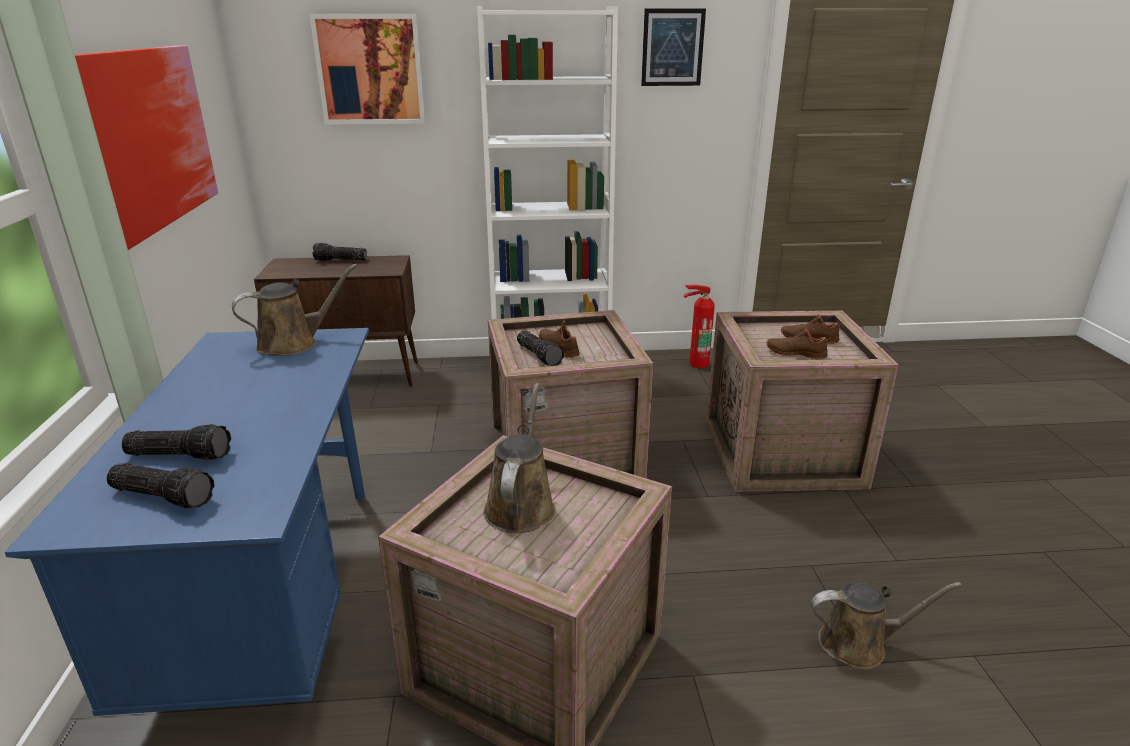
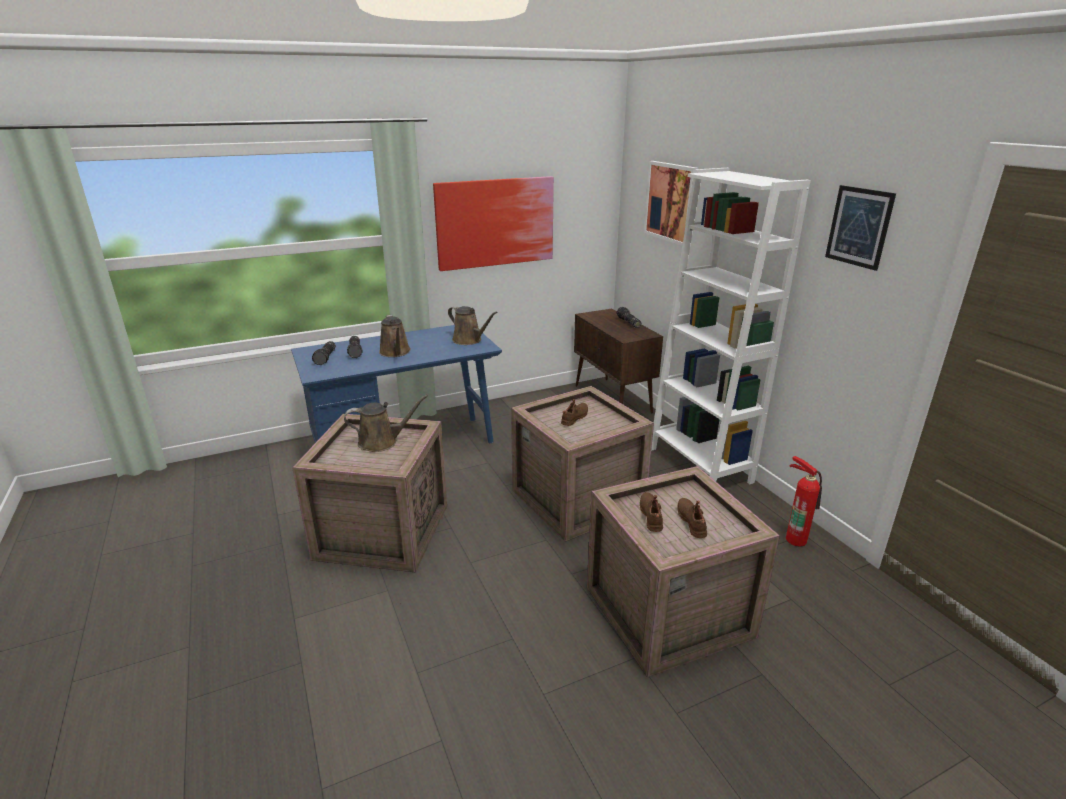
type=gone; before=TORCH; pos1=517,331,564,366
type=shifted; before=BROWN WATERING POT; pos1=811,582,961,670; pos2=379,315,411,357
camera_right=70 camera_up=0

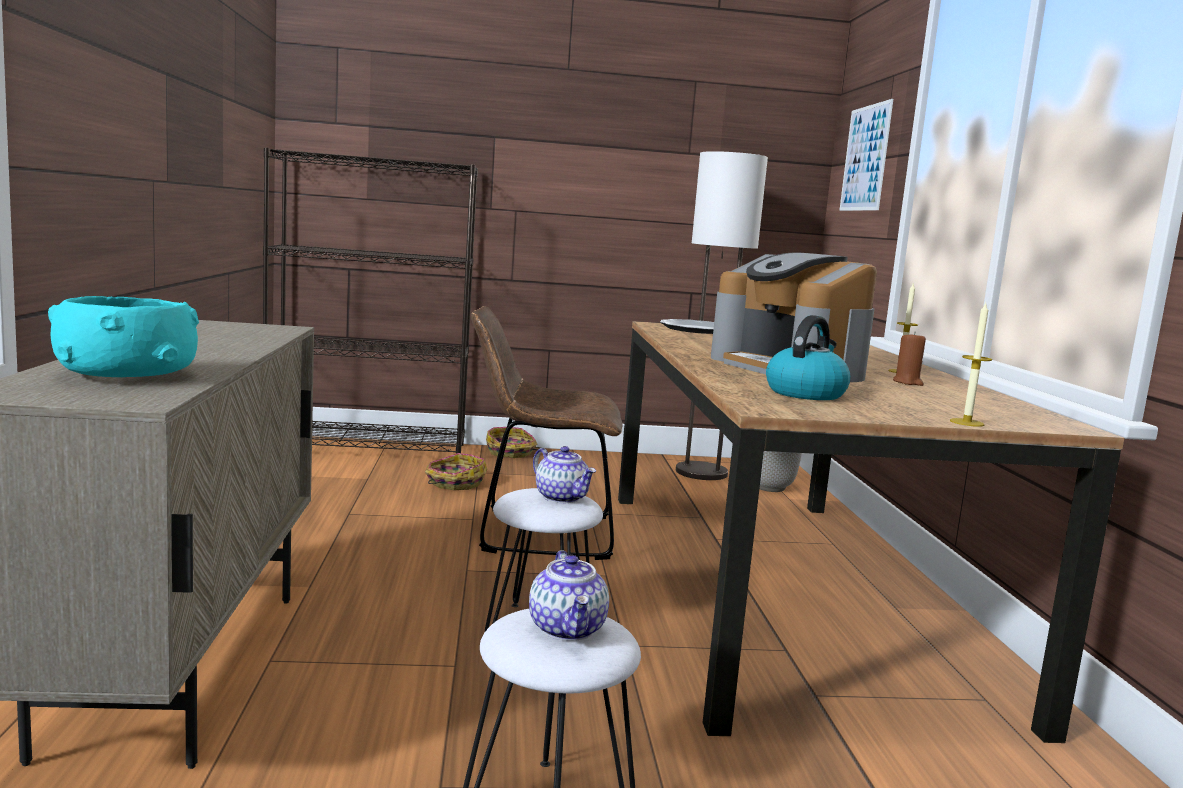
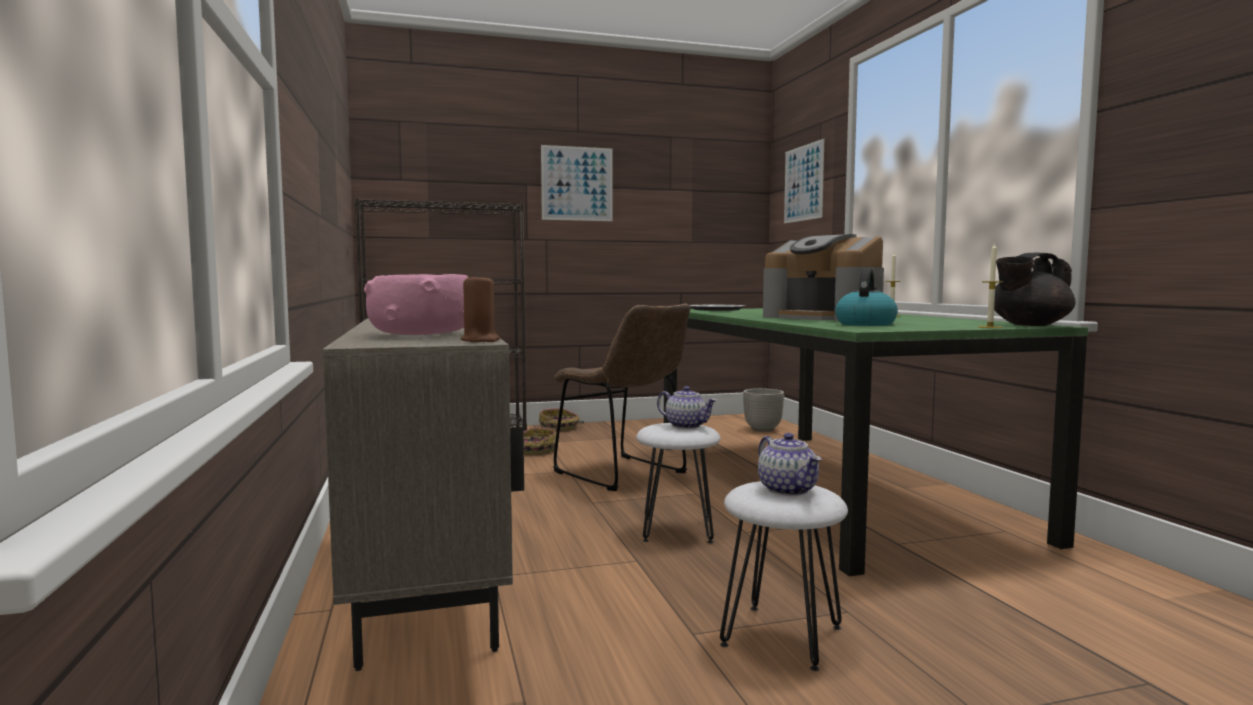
type=gone; before=STANDARD LAMP; pos1=676,151,768,480
type=repainted; before=TURQUOISE DEEP DISH; after=PINK-COLOURED DEEP DISH; pos1=48,296,199,377; pos2=364,274,469,335
type=rotated; before=BROWN PLAIN CHAIR; pos1=471,306,623,560; pos2=553,304,690,491; turn=-120
type=repainted; before=BROWN DINING TABLE; after=GREEN-COLOURED DINING TABLE; pos1=618,321,1124,743; pos2=664,308,1088,576
type=shifted; before=BROWN WAX CANDLE; pos1=893,331,926,386; pos2=461,274,500,342
type=new; after=WALL ART; pos2=541,145,613,221
type=new; after=BLACK-COLOURED TEA POT; pos2=994,253,1075,326
camera_right=-10 camera_up=-5

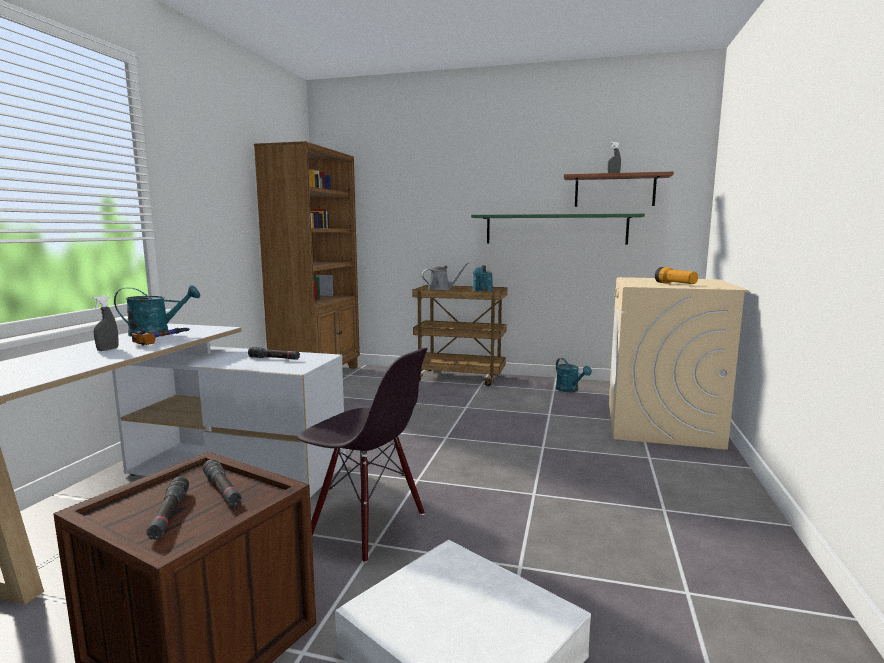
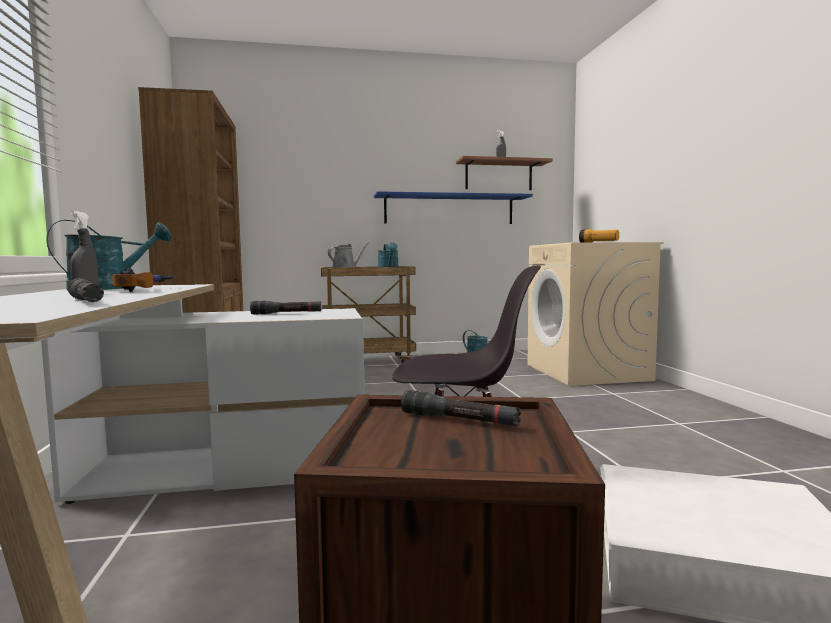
type=repainted; before=GREEN-COLOURED SHELF; after=BLUE-COLOURED SHELF; pos1=471,214,645,244; pos2=374,191,533,224
type=shifted; before=BLACK-COLOURED TORCH; pos1=147,477,189,540; pos2=68,278,104,302
camera_right=-25 camera_up=-5

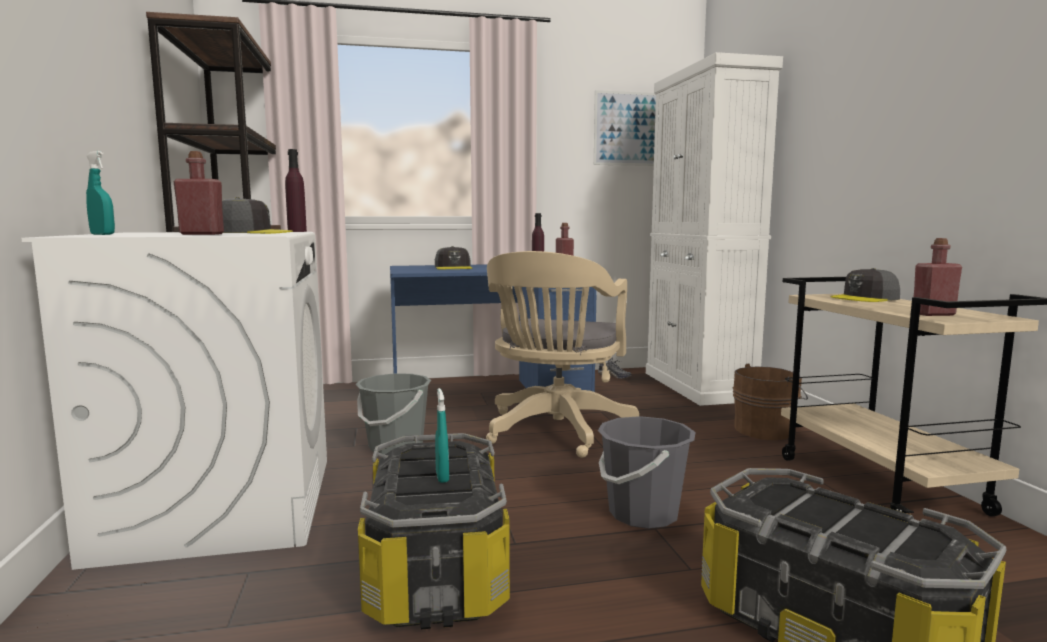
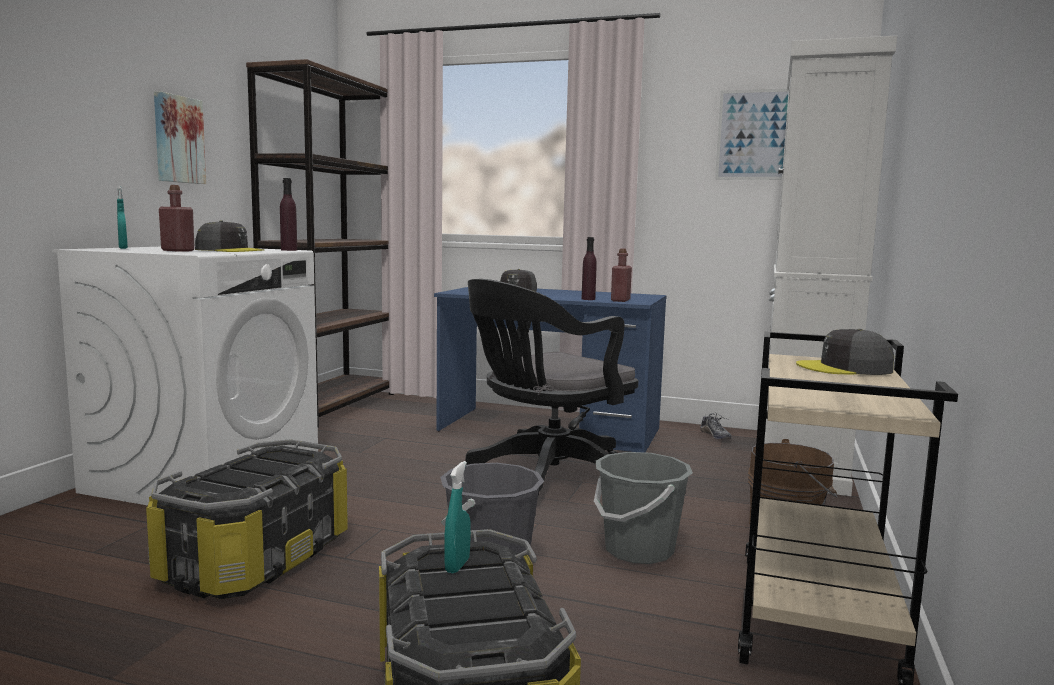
type=gone; before=RED BOTTLE; pos1=914,238,962,316
type=repainted; before=SAND-COLOURED DESK CHAIR; after=BLACK-COLOURED DESK CHAIR; pos1=486,251,639,458; pos2=465,279,638,495
type=shifted; before=GRAY WATER BUCKET; pos1=356,373,432,455; pos2=594,452,693,564
type=shifted; before=TURQUOISE HAND SPRAYER; pos1=435,388,449,483; pos2=444,461,471,573
type=new; after=WALL ART; pos2=154,91,206,184
camera_right=30 camera_up=0

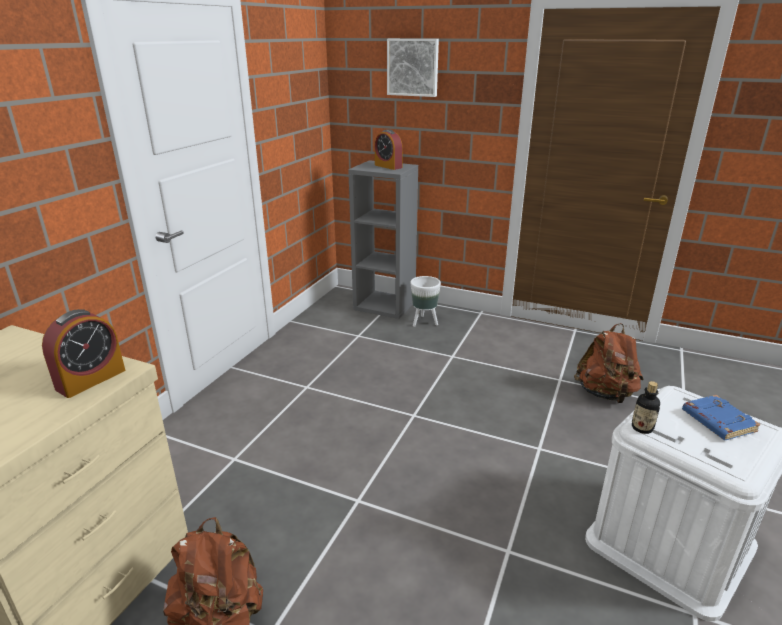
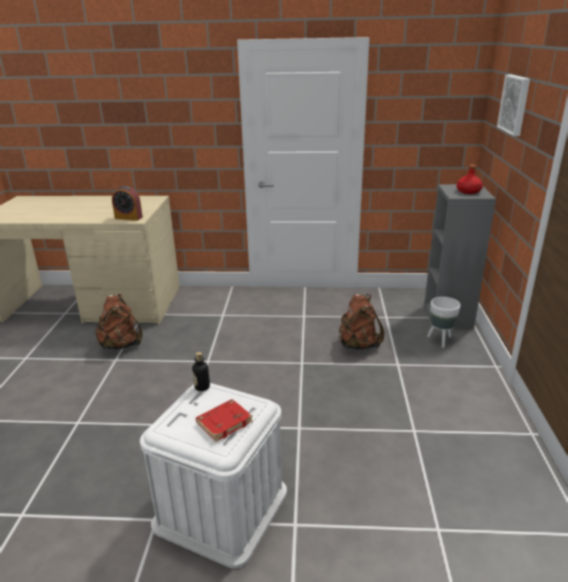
type=swapped; before=ALARM CLOCK; after=RED BOTTLE; pos1=375,129,403,170; pos2=457,164,483,194
type=shifted; before=BROWN BACKPACK; pos1=574,323,644,403; pos2=339,294,384,350
type=repainted; before=BLUE-COLOURED BOOK; after=RED BOOK; pos1=682,395,761,440; pos2=196,399,253,442
camera_right=70 camera_up=0

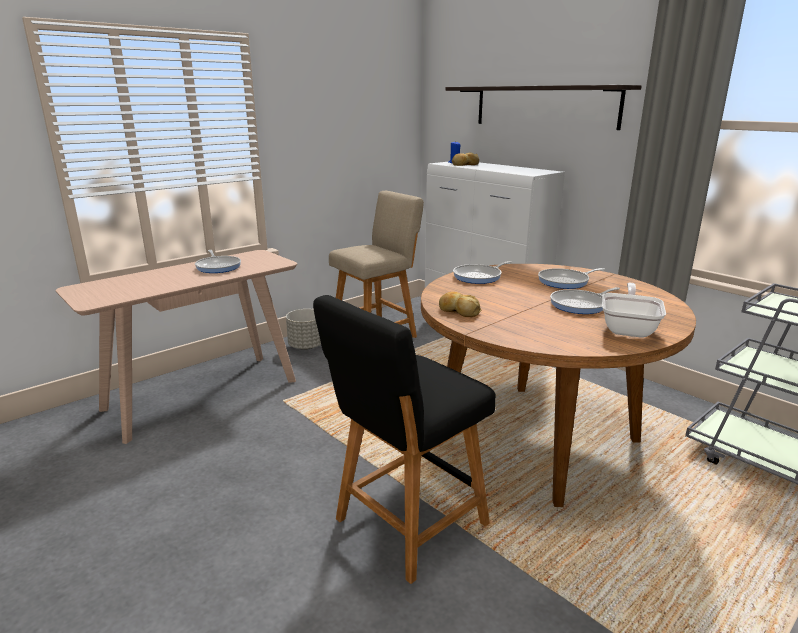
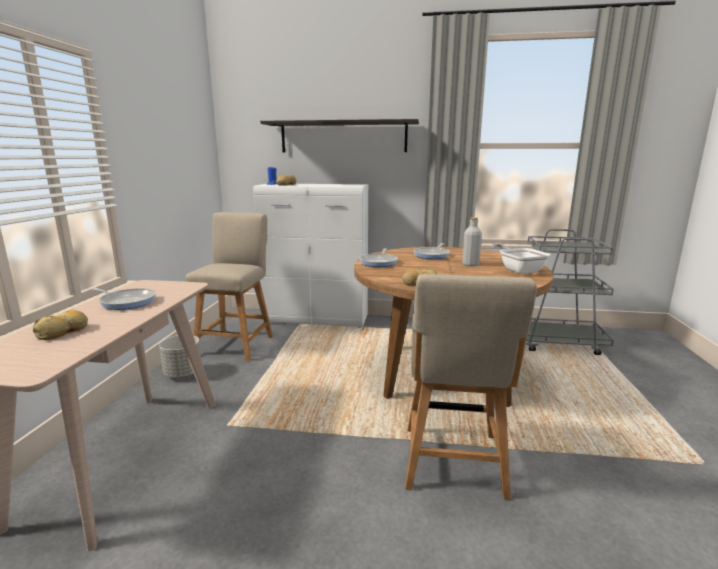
type=swapped; before=FRYING PAN; after=GRAY BOTTLE; pos1=550,287,620,314; pos2=462,217,482,267
type=repainted; before=BLACK-COLOURED PLAIN CHAIR; after=SAND-COLOURED PLAIN CHAIR; pos1=313,295,496,584; pos2=405,274,537,500
type=new; after=BAKERY BREAD; pos2=33,310,88,340
camera_right=-40 camera_up=-5

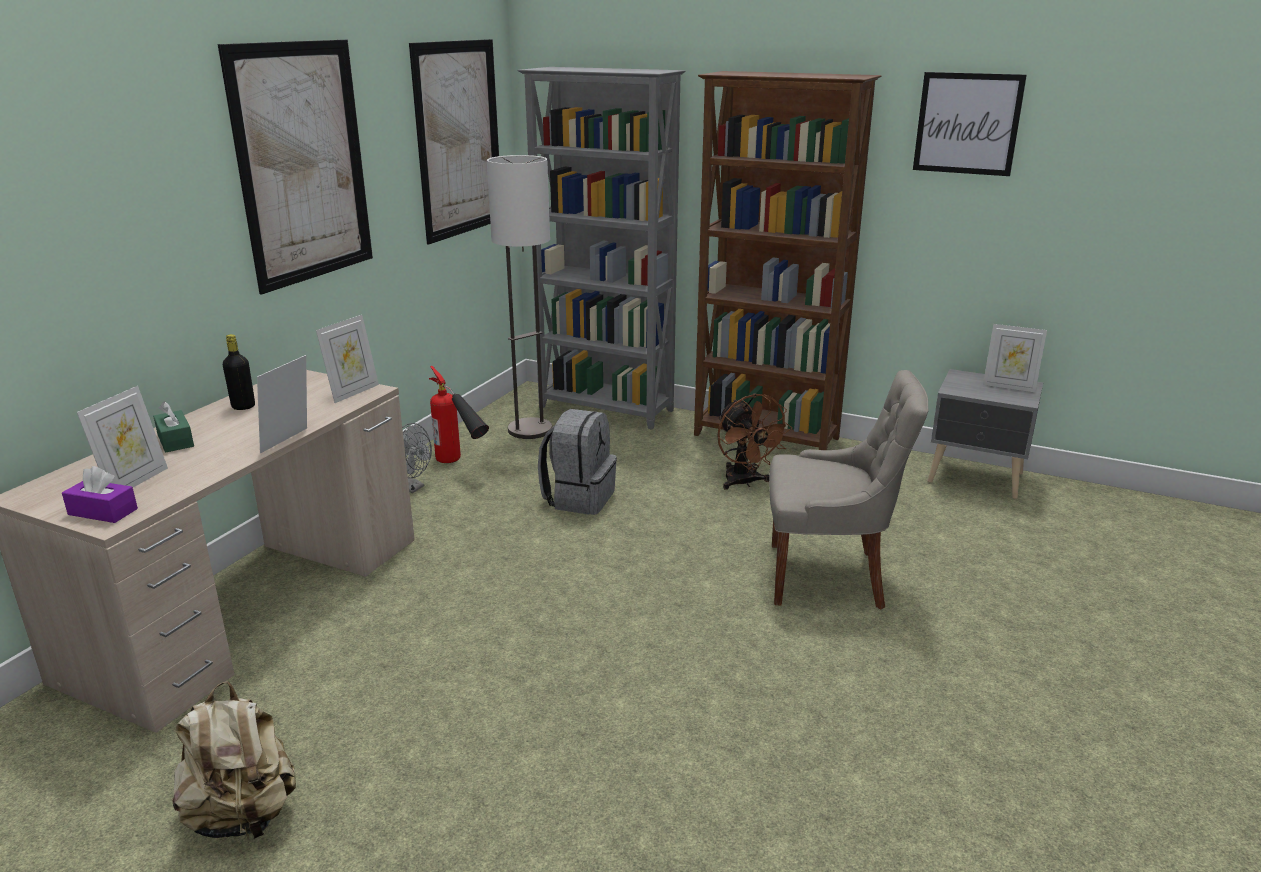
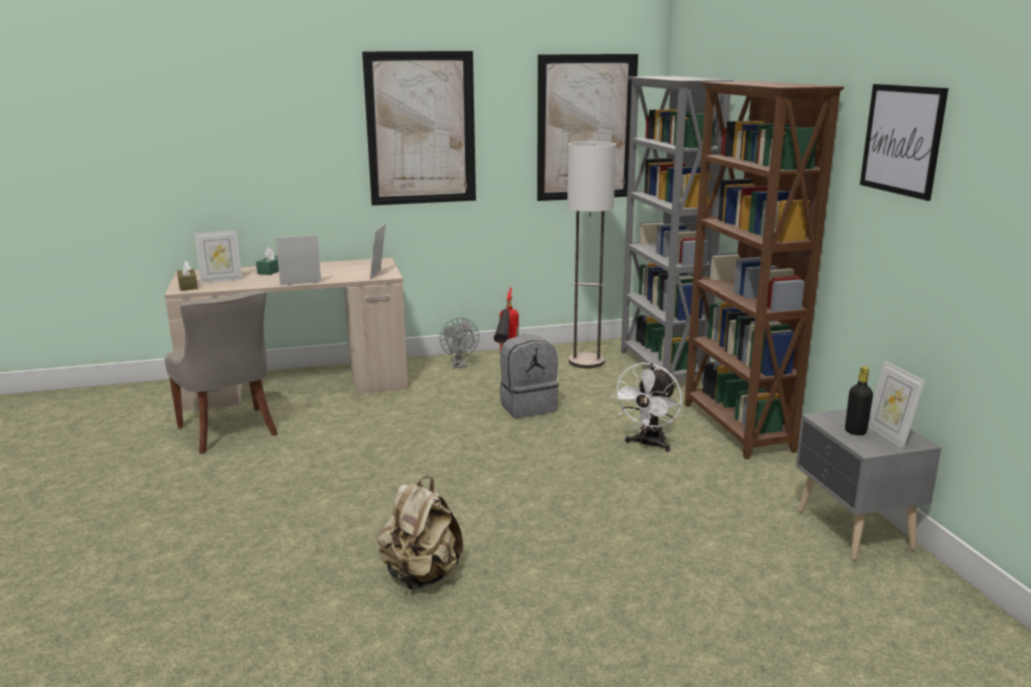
type=rotated; before=PHOTO FRAME; pos1=316,315,379,403; pos2=370,224,386,279; turn=105
type=shifted; before=BLACK-COLOURED BOTTLE; pos1=223,334,255,410; pos2=845,366,873,435
type=shifted; before=GRAY PLAIN CHAIR; pos1=769,370,929,609; pos2=165,290,278,454
type=repainted; before=BROWN ELECTRIC FAN; after=WHITE ELECTRIC FAN; pos1=718,393,792,490; pos2=612,363,682,452
type=repainted; before=PURPLE TISSUE BOX; after=BROWN TISSUE BOX; pos1=62,466,138,523; pos2=177,261,198,291
type=shifted; before=SAND-COLOURED BACKPACK; pos1=172,681,296,840; pos2=377,476,463,590
camera_right=50 camera_up=-5

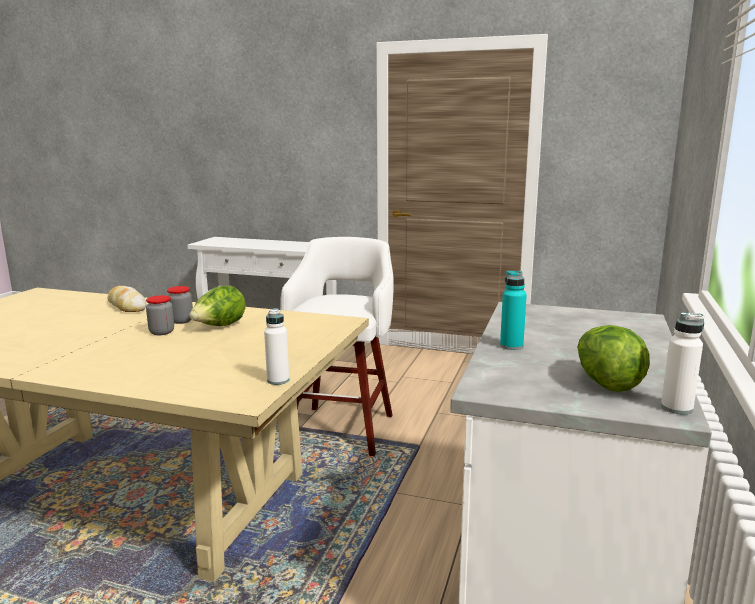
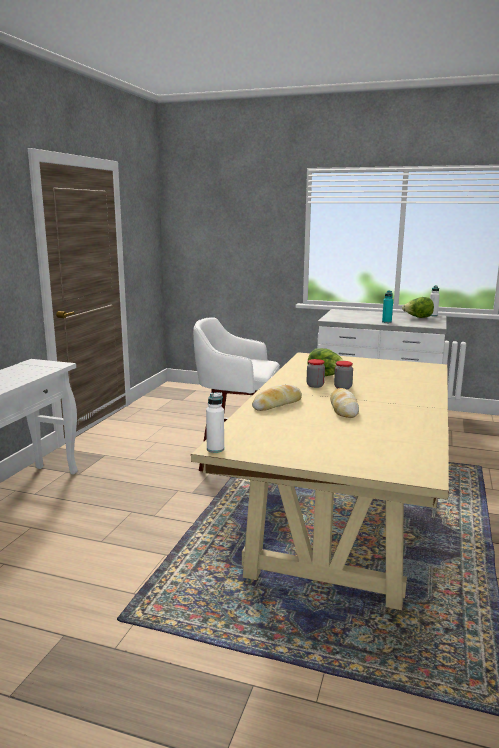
type=shifted; before=WHITE BOTTLE; pos1=264,308,289,385; pos2=206,392,224,453
type=new; after=BAKERY BREAD; pos2=330,388,359,418
camera_right=-90 camera_up=0

